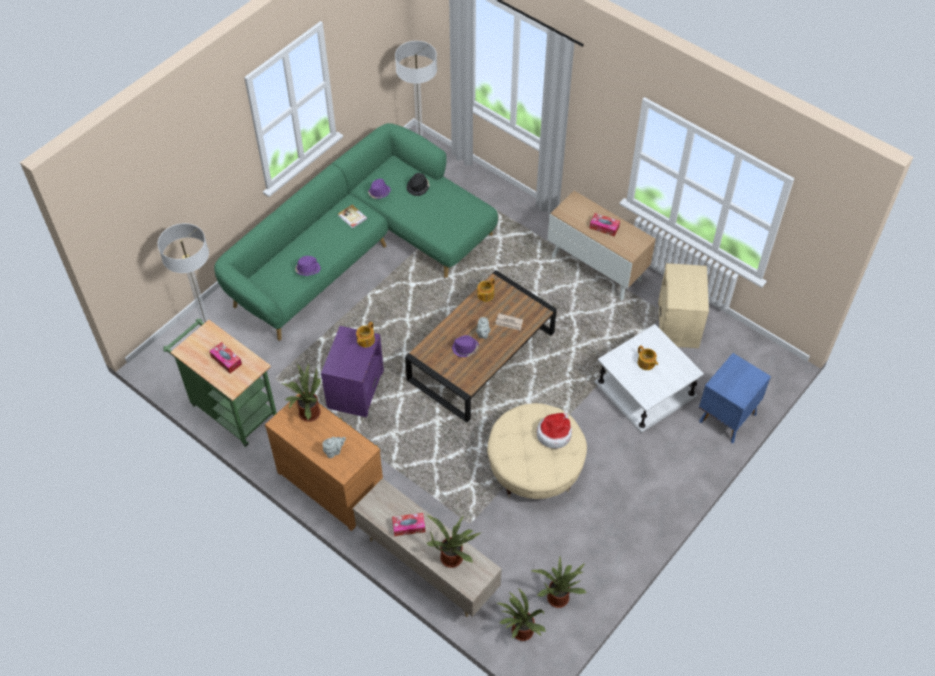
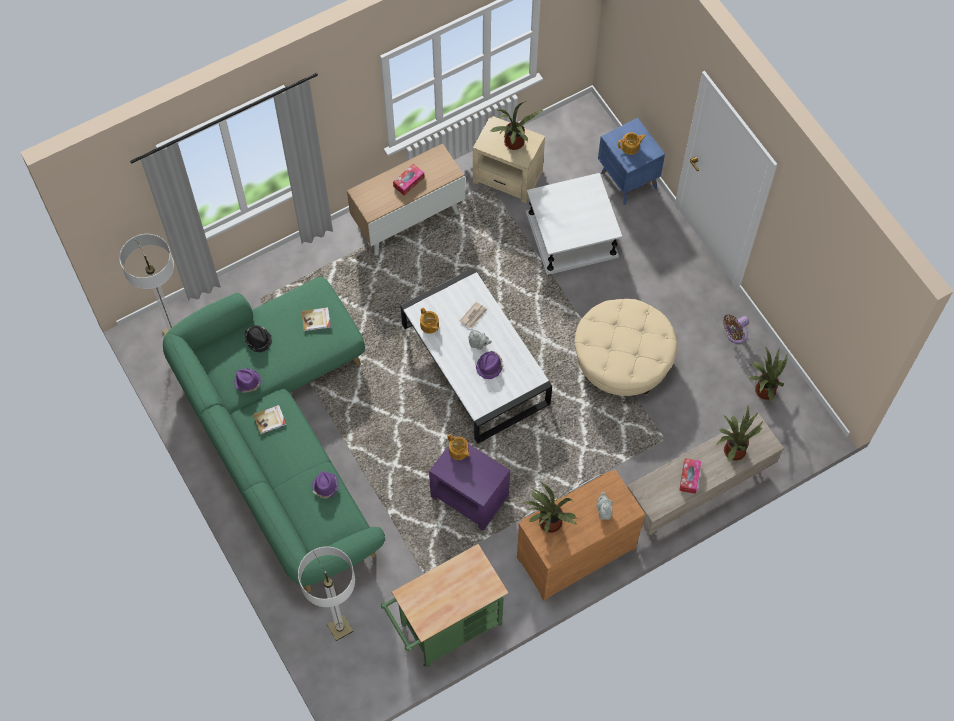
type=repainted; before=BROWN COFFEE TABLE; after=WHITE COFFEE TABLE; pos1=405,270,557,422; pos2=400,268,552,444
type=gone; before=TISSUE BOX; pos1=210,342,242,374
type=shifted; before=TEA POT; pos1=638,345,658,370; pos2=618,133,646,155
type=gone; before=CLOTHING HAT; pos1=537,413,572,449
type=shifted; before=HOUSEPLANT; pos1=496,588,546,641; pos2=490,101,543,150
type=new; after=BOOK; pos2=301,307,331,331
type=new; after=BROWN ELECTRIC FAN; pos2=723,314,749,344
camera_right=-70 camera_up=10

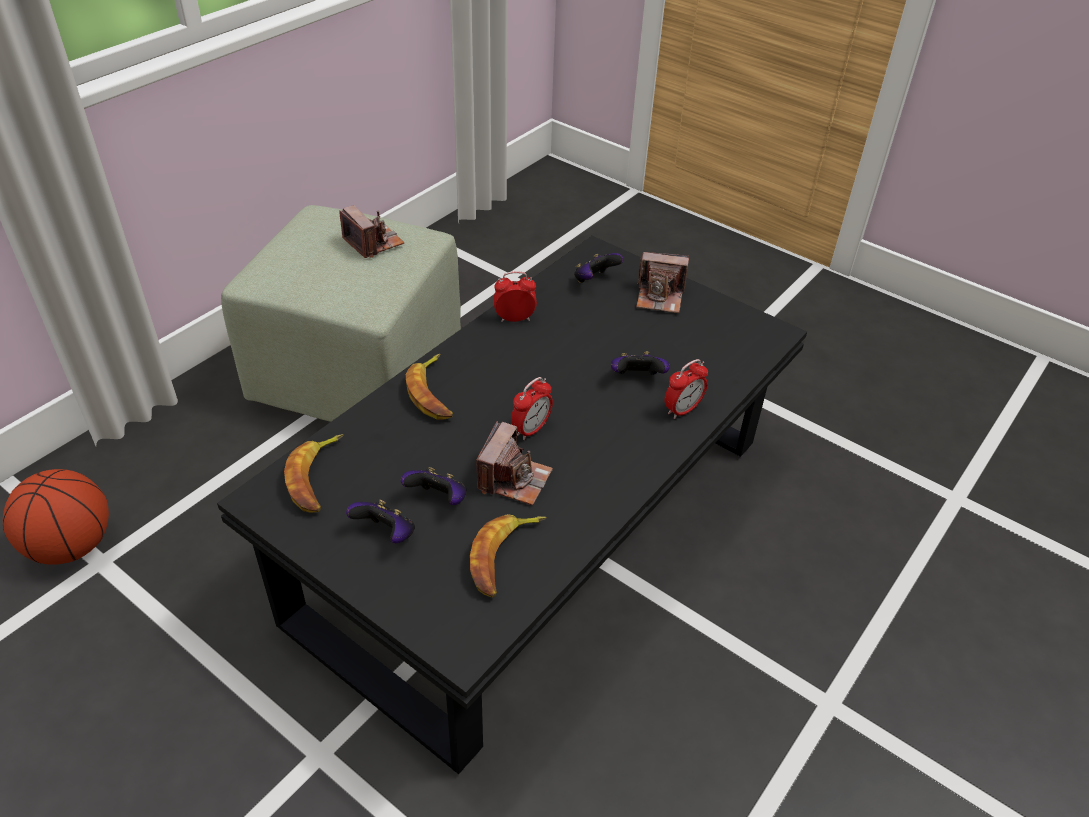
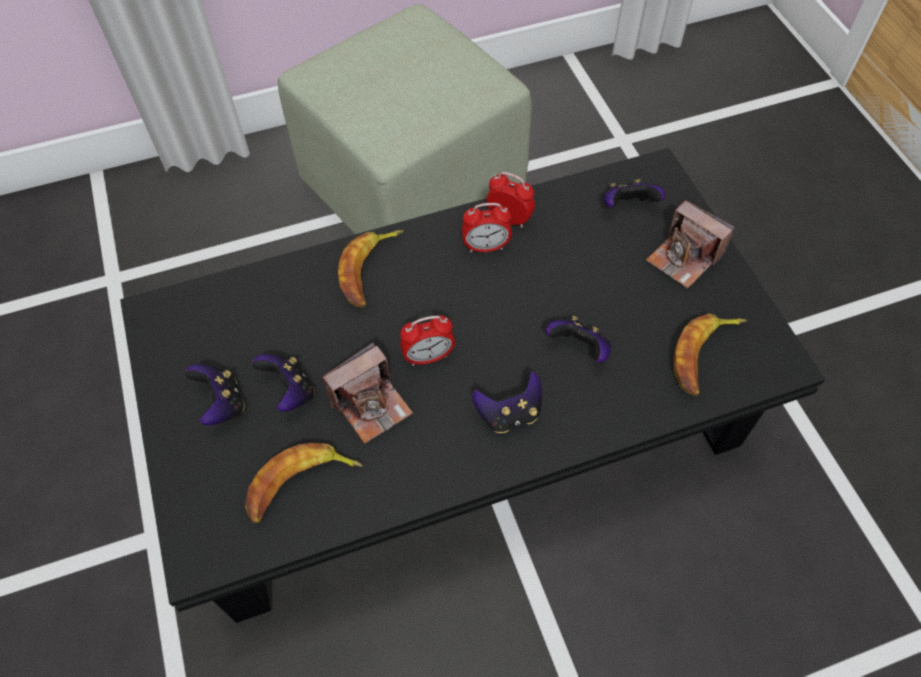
type=gone; before=PHOTO CAMERA; pos1=339,205,404,258
type=shifted; before=ALARM CLOCK; pos1=665,359,708,419; pos2=462,203,512,253
type=shifted; before=BANANA; pos1=284,434,344,513; pos2=673,313,747,396
type=gone; before=BASKETBALL BALL; pos1=3,469,109,565
type=new; after=JOYPAD; pos2=472,371,542,433
camera_right=35 camera_up=15

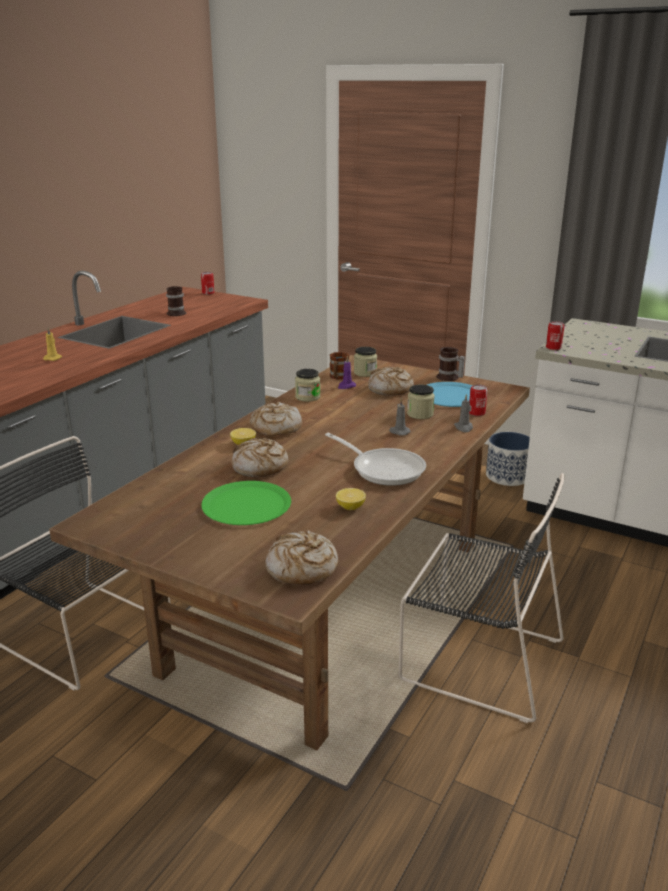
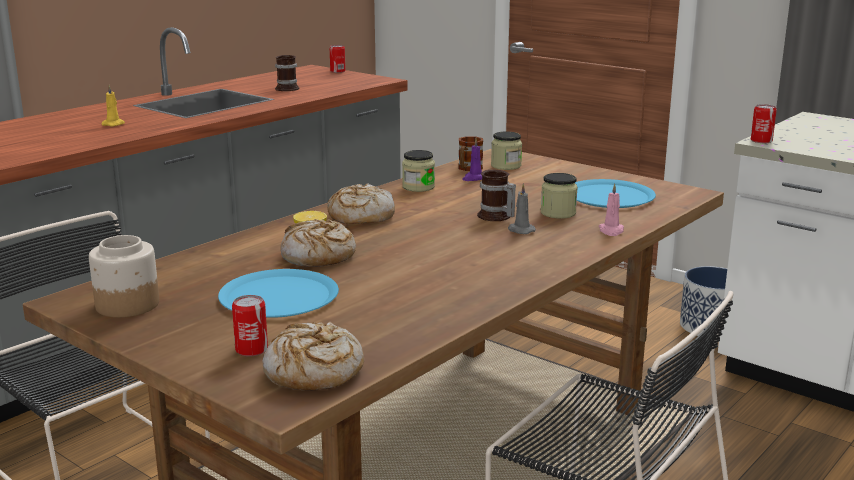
type=shifted; before=COFFEE MUG; pos1=436,347,465,381; pos2=477,170,516,221
type=gone; before=BAKERY BREAD; pos1=368,366,414,396
type=shifted; before=SEALED CAN; pos1=469,384,488,416; pos2=232,295,268,357
type=repainted; before=GRAY WAX CANDLE; after=PINK-COLOURED WAX CANDLE; pos1=454,394,473,432; pos2=599,183,624,236
type=gone; before=FRYING PAN; pos1=325,433,426,486
type=repainted; before=GREEN-COLOURED PLATE; after=BLUE-COLOURED PLATE; pos1=201,481,291,525; pos2=218,269,339,318
type=gone; before=WHOLE LEMON; pos1=336,488,366,510
type=new; after=PRESERVE JAR; pos2=89,235,159,317
camera_right=10 camera_up=-5

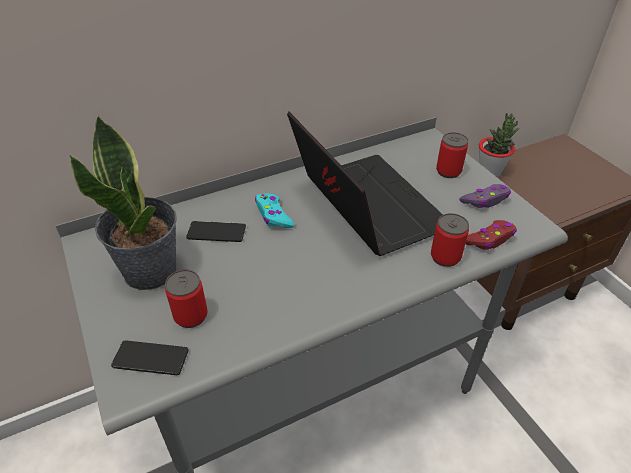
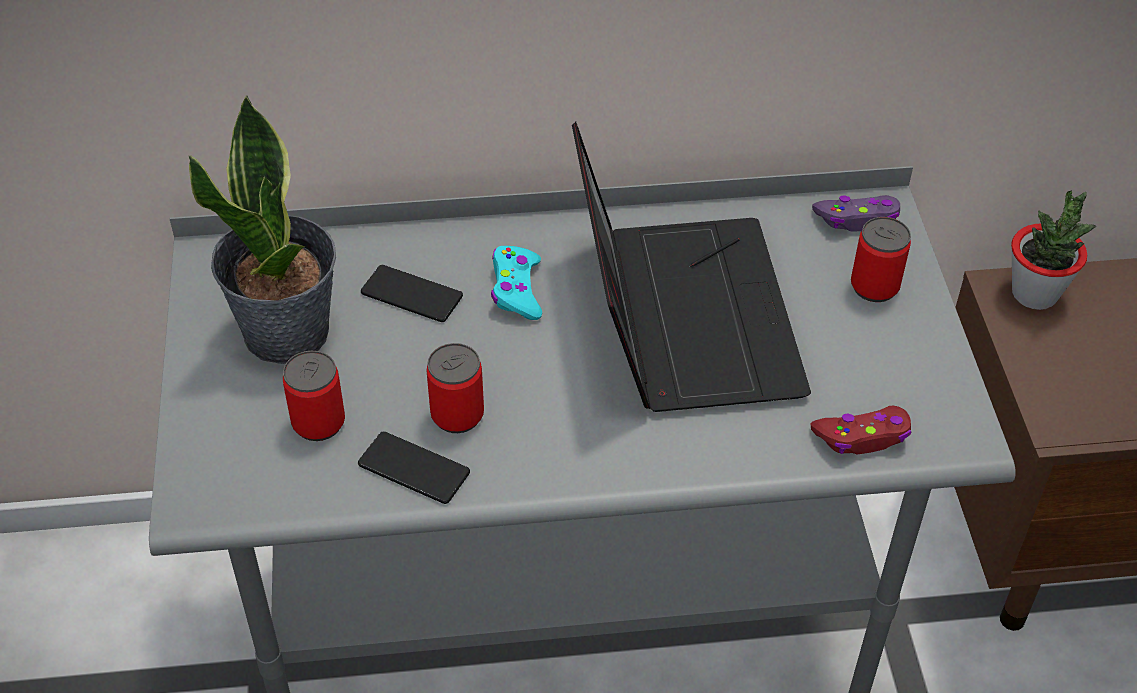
type=shifted; before=PURPLE JOYPAD; pos1=459,184,511,208; pos2=812,195,900,232
type=shifted; before=SEALED CAN; pos1=431,213,469,267; pos2=426,343,484,433
type=shifted; before=HANDSET; pos1=111,340,188,375; pos2=358,431,470,504
camera_right=20 camera_up=5

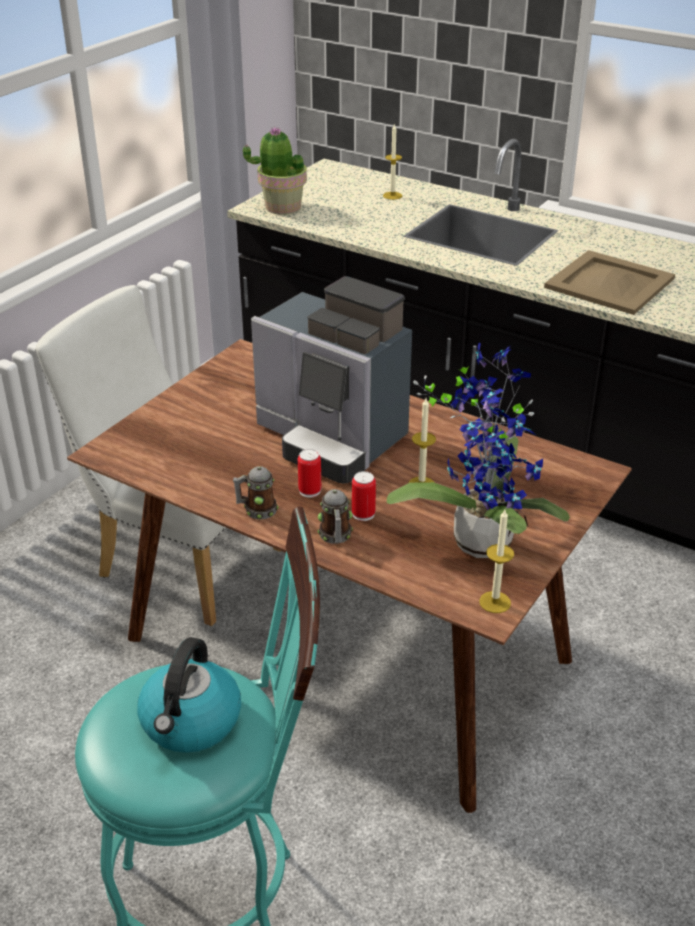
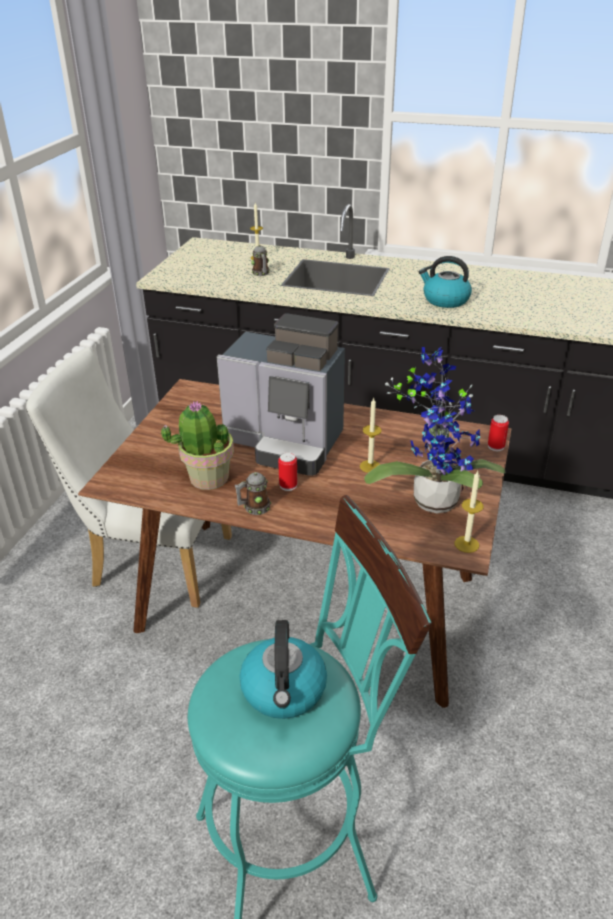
type=shifted; before=HOUSEPLANT; pos1=243,127,307,214; pos2=161,401,234,490
type=swapped; before=SAND-COLOURED SERVING TRAY; after=TEA KETTLE; pos1=544,250,675,315; pos2=418,256,472,308
type=shifted; before=SEALED CAN; pos1=352,471,376,521; pos2=488,415,509,451
type=shifted; before=COFFEE MUG; pos1=318,489,353,544; pos2=251,245,270,276
camera_right=-15 camera_up=0

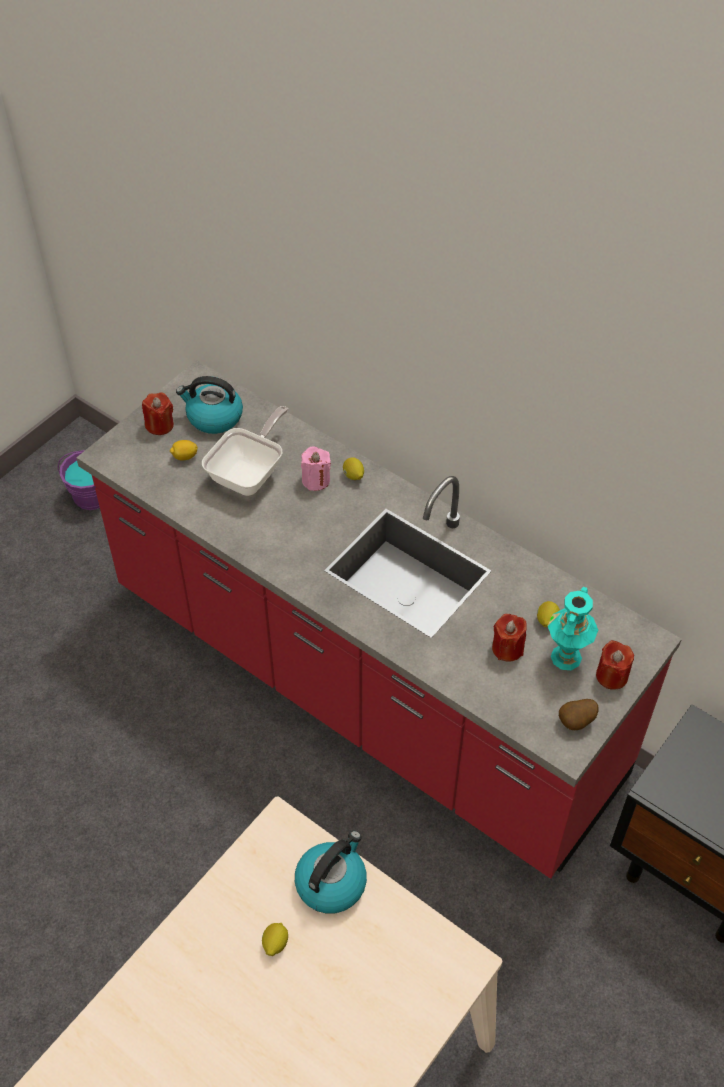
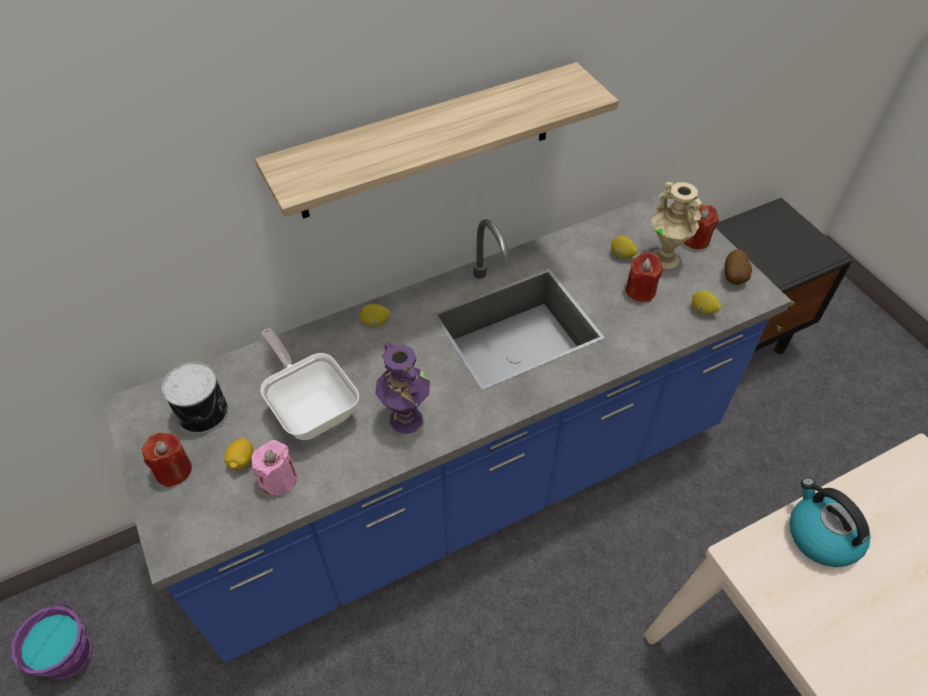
type=repainted; before=RED KITCHEN BASE UNIT; after=BLUE-COLOURED KITCHEN BASE UNIT; pos1=76,360,682,879; pos2=102,190,791,663
type=swapped; before=TEA KETTLE; after=SEALED CAN; pos1=176,376,243,434; pos2=162,362,229,434
type=shifted; before=PINK-COLOURED WAX CANDLE; pos1=301,447,331,491; pos2=251,440,297,495
type=repainted; before=TURQUOISE FLOWER VASE; after=SAND-COLOURED FLOWER VASE; pos1=548,587,598,670; pos2=651,182,702,269
type=shifted; before=WHOLE LEMON; pos1=262,923,288,956; pos2=692,291,721,314
type=new; after=SHELF; pos2=255,62,619,219
type=new; after=PURPLE FLOWER VASE; pos2=375,342,430,434
camera_right=-65 camera_up=0

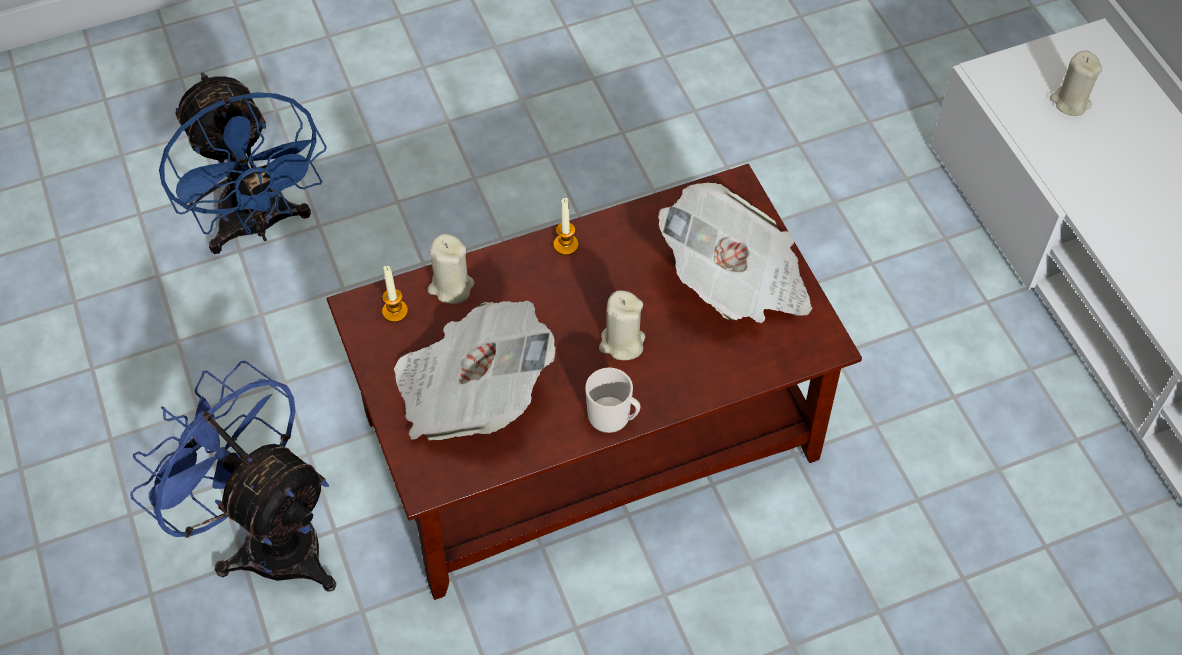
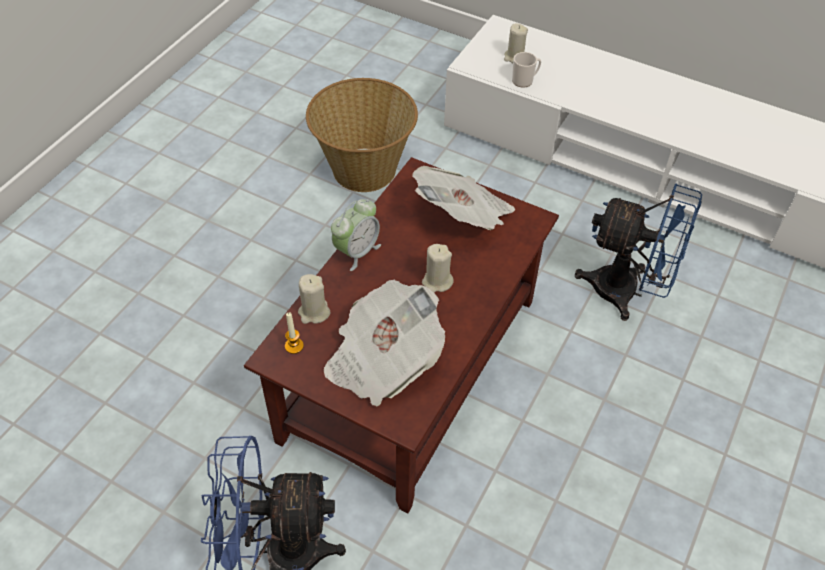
type=shifted; before=BLUE-COLOURED ELECTRIC FAN; pos1=159,73,327,254; pos2=575,183,702,321
type=swapped; before=WAX CANDLE; after=ALARM CLOCK; pos1=553,198,579,255; pos2=331,199,381,271
type=shifted; before=COFFEE MUG; pos1=585,367,640,433; pos2=512,52,541,88
type=new; after=HOUSEHOLD BASKET; pos2=306,78,418,192
camera_right=-40 camera_up=-5

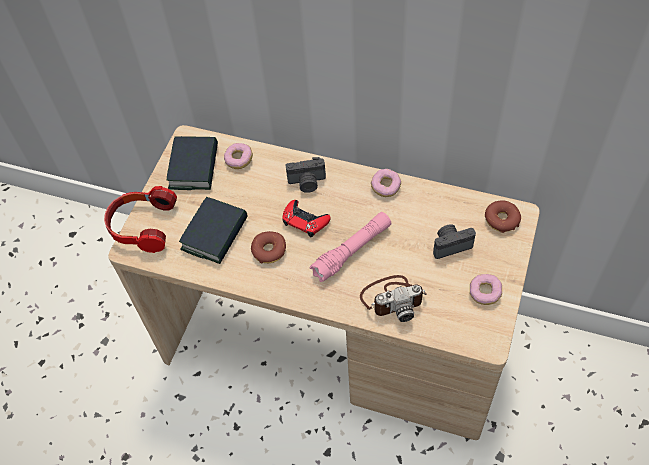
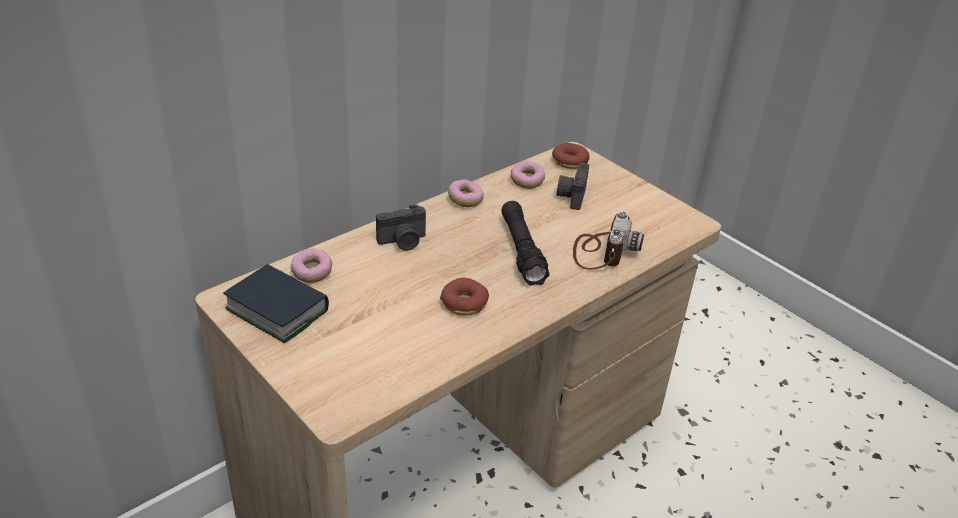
type=rotated; before=PHOTO CAMERA; pos1=286,157,326,193; pos2=376,205,426,251; turn=45
type=gone; before=PAIR OF HEADPHONES; pos1=104,186,177,253
type=gone; before=BOOK; pos1=179,197,248,264
type=gone; before=RED JOYPAD; pos1=283,200,331,237
type=repainted; before=PINK-COLOURED TORCH; after=BLACK-COLOURED TORCH; pos1=309,212,392,282; pos2=502,201,550,286
type=shifted; before=DOUGHNUT; pos1=470,274,502,305; pos2=511,161,545,189
camera_right=-65 camera_up=-20

